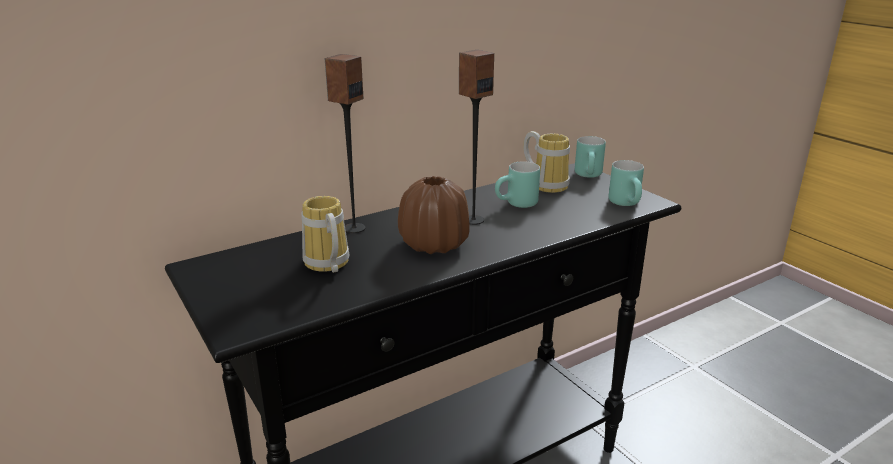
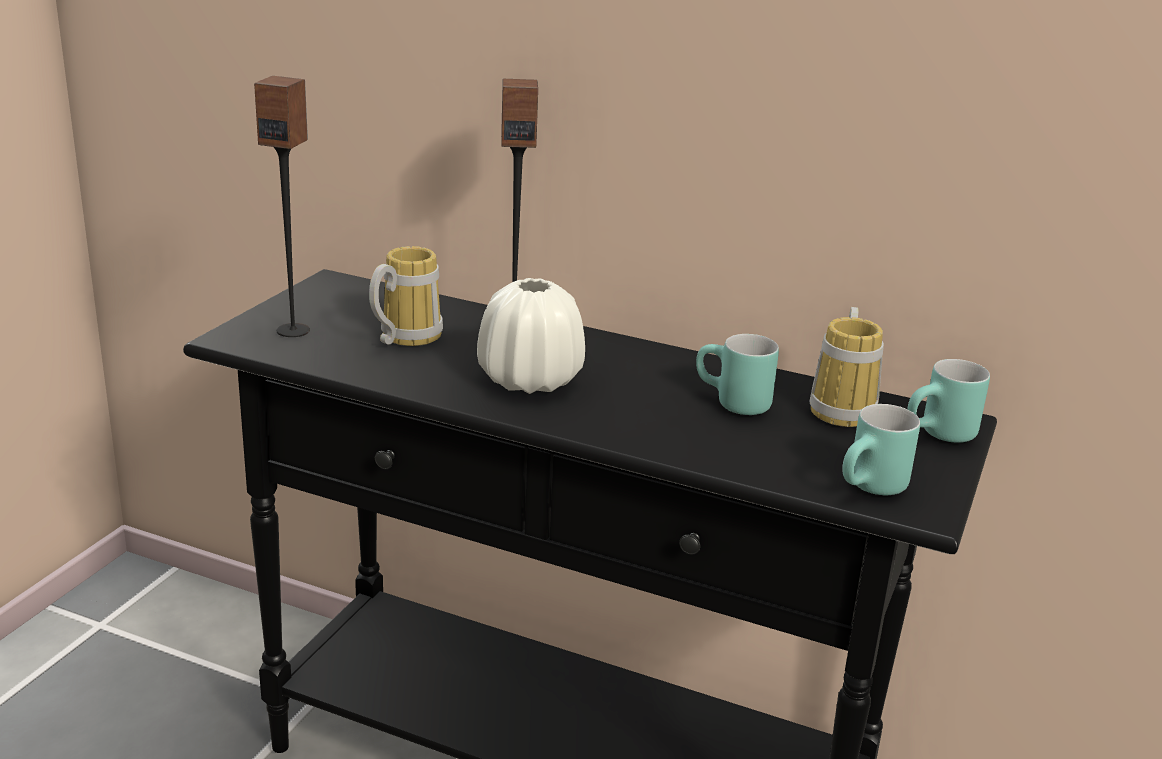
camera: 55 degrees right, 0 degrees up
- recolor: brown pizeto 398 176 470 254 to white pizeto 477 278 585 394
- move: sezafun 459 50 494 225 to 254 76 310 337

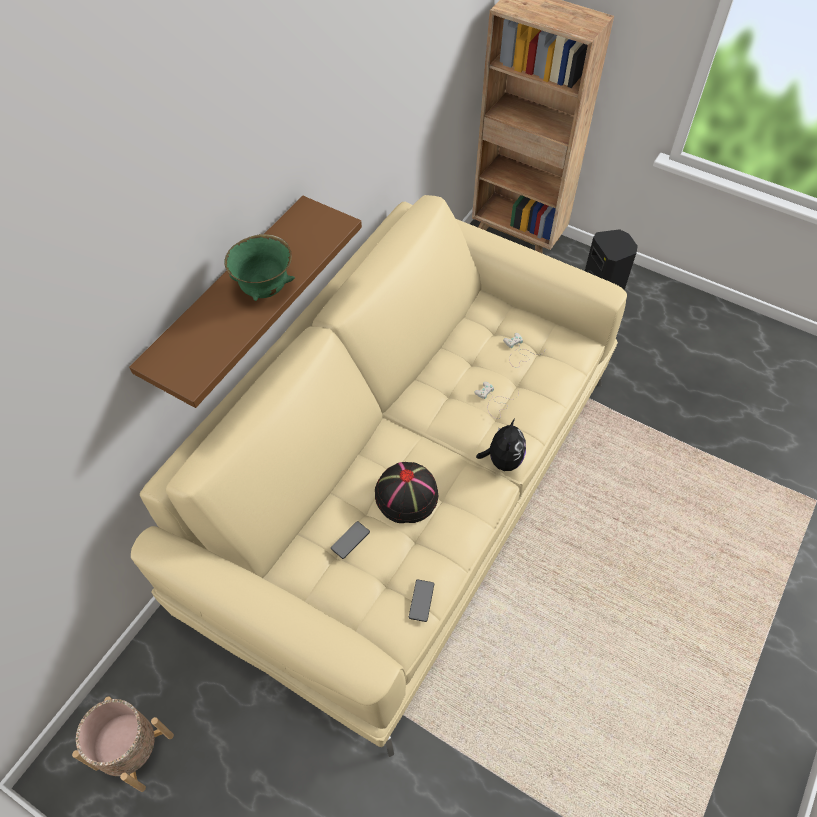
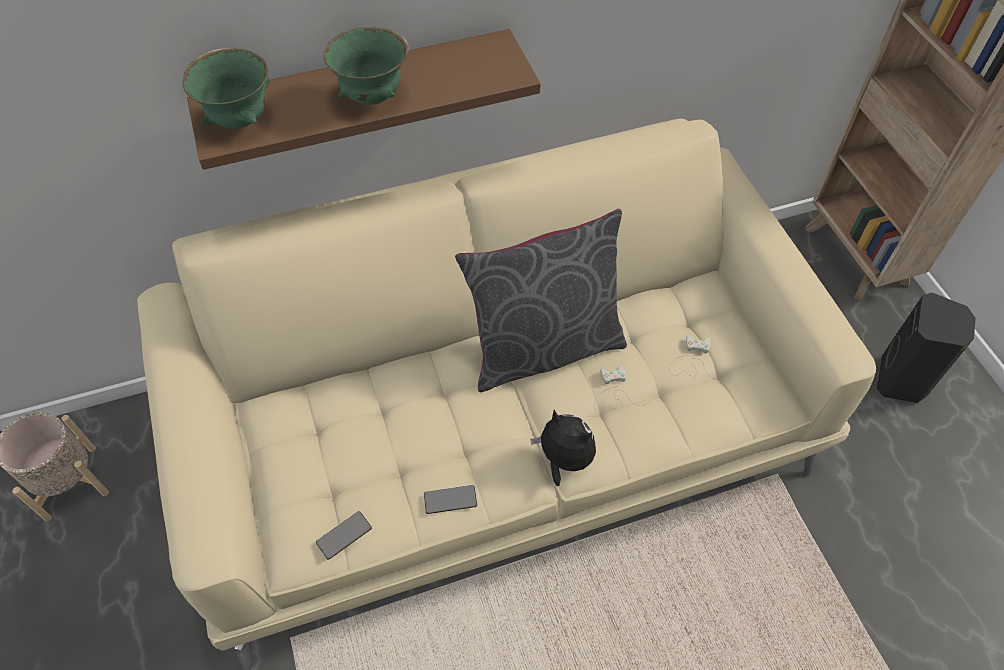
camera: 40 degrees right, 0 degrees up
- move: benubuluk 331 521 370 559 to 424 485 477 514
- delete: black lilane 375 462 438 523
- rotate: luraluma 476 418 526 471 = 530 410 596 486 105 degrees counterclockwise
- insert: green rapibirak 182 48 270 129
- insert: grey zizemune 455 209 627 392

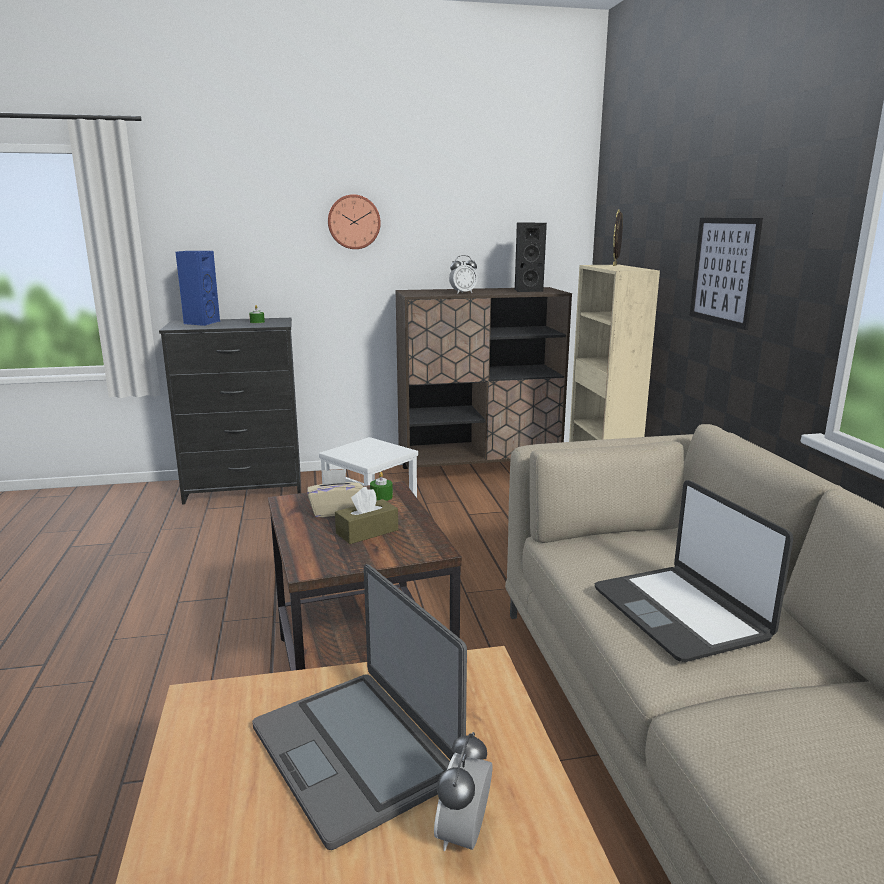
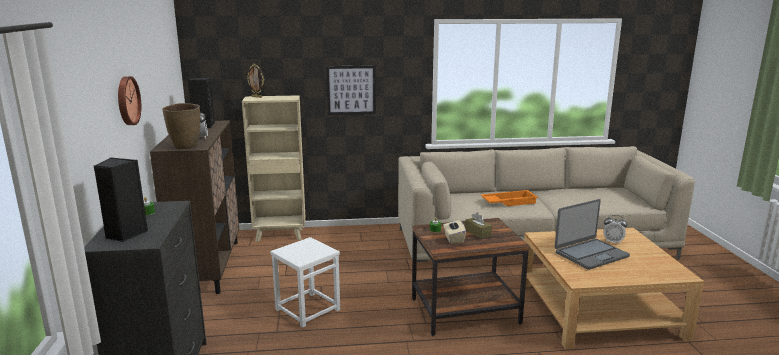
camera: 85 degrees left, 0 degrees up
- recolor: blue sezafun 175 251 220 326 to black sezafun 94 157 148 242
- replace: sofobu 594 480 793 662 to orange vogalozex 481 190 538 206
- insert: brown pizeto 162 103 200 149

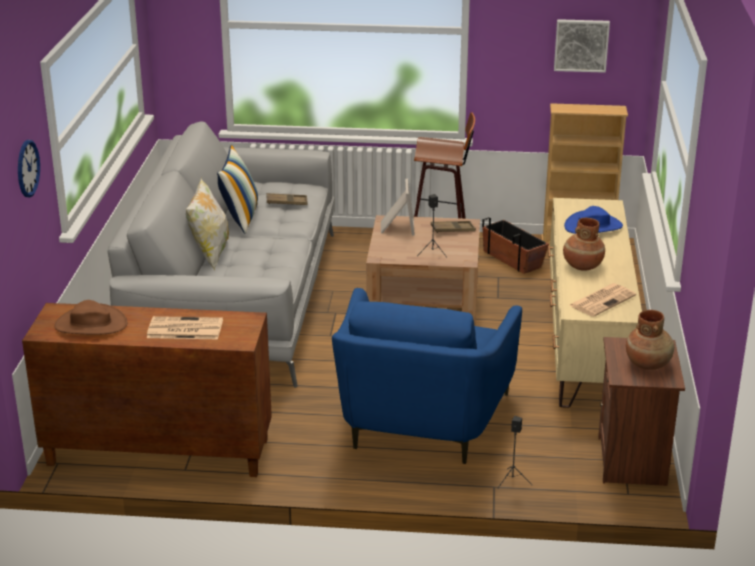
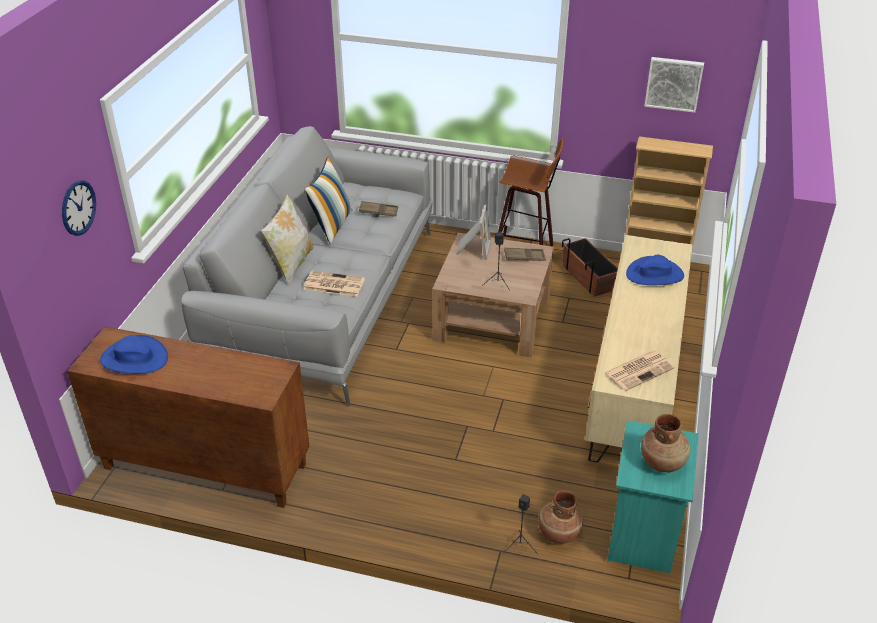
camera: 10 degrees right, 10 degrees up
- recolor: brown lilane 54 300 127 334 to blue lilane 100 335 168 374
- move: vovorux 147 316 223 339 to 303 270 365 297
- delete: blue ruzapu 332 288 522 464
- move: brown pizeto 563 218 605 271 to 538 491 583 544
- recolor: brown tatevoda 598 337 685 486 to turquoise tatevoda 607 420 699 573

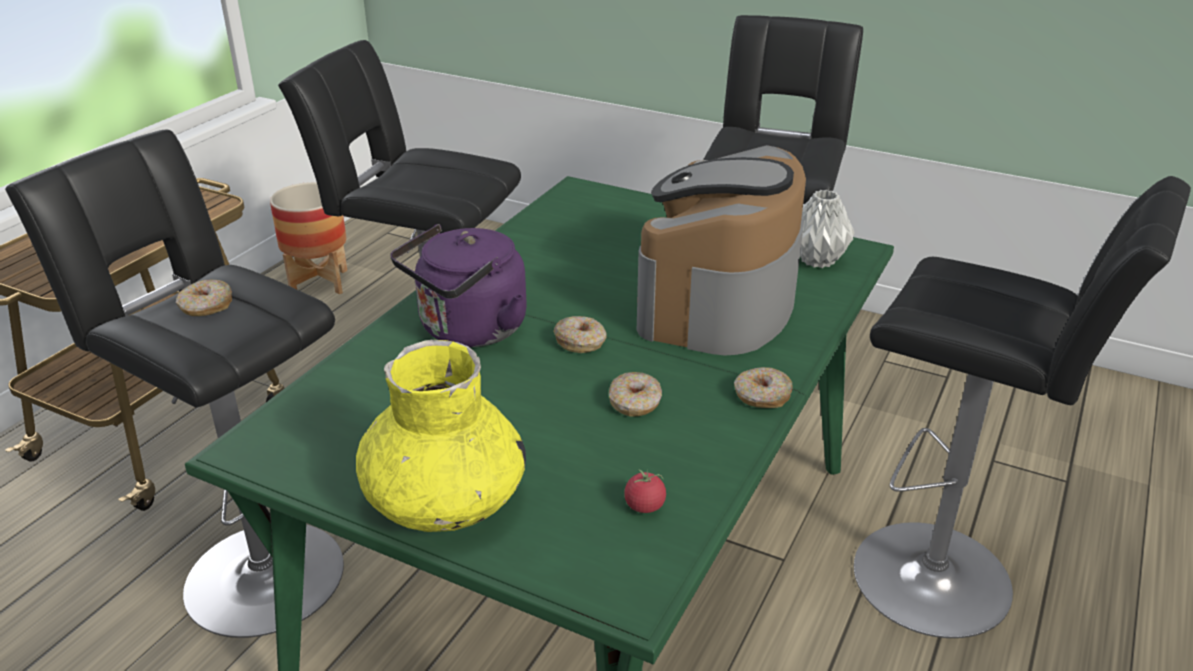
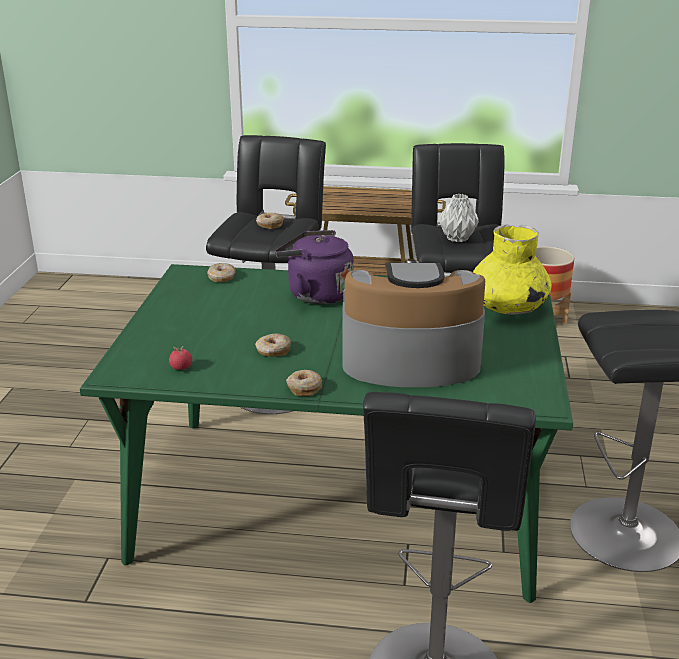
camera: 70 degrees right, 5 degrees down
- move: yellow pizeto 356 340 526 532 to 473 224 552 315
- move: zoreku 553 316 606 353 to 207 263 236 283
- move: grey pizeto 800 190 855 268 to 439 194 479 242

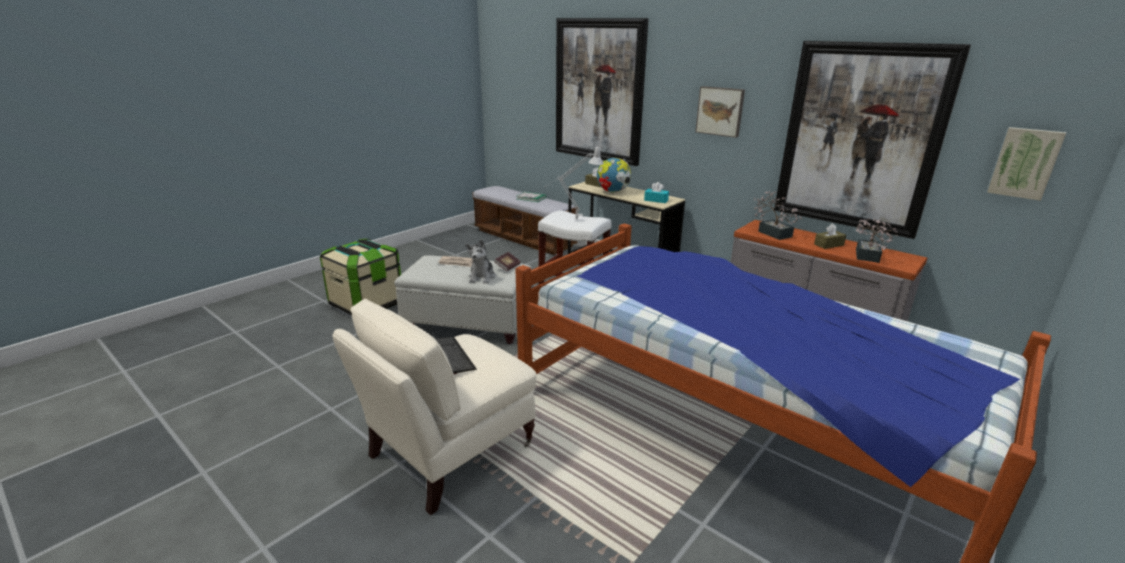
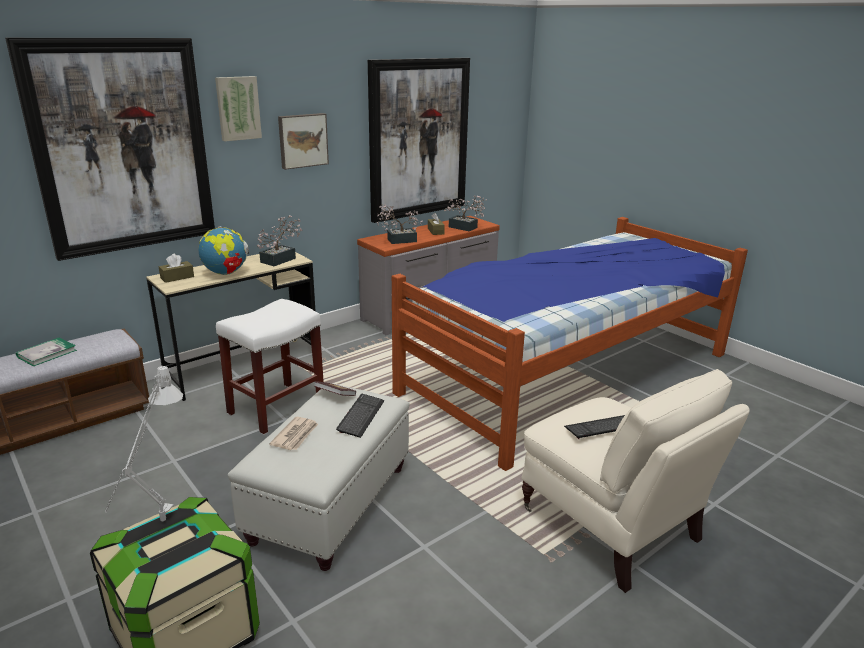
camera: 80 degrees left, 0 degrees up
- replace: luraluma 466 239 495 283 to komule 336 394 384 438
- move: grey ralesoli 545 147 604 219 to 106 366 183 521
- replace: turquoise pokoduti 644 182 669 203 to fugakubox 257 215 302 266
- move: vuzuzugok 987 127 1066 201 to 215 76 262 141

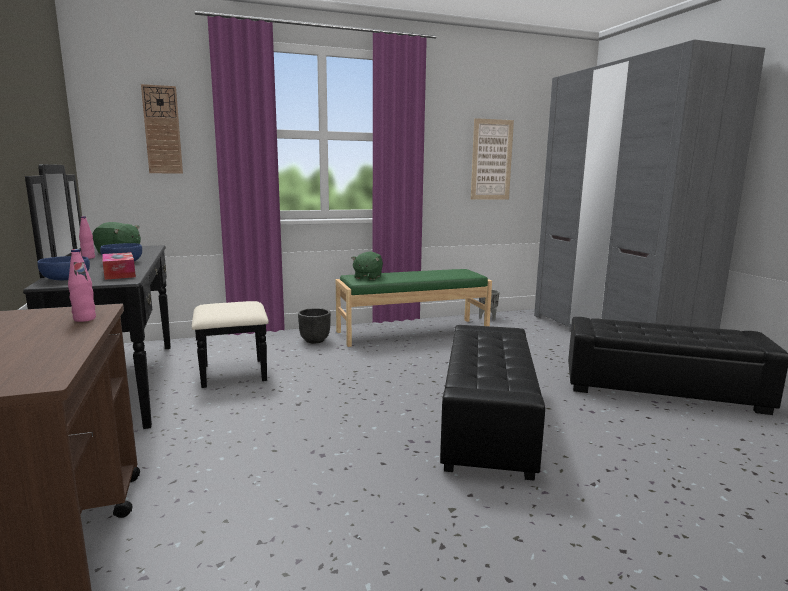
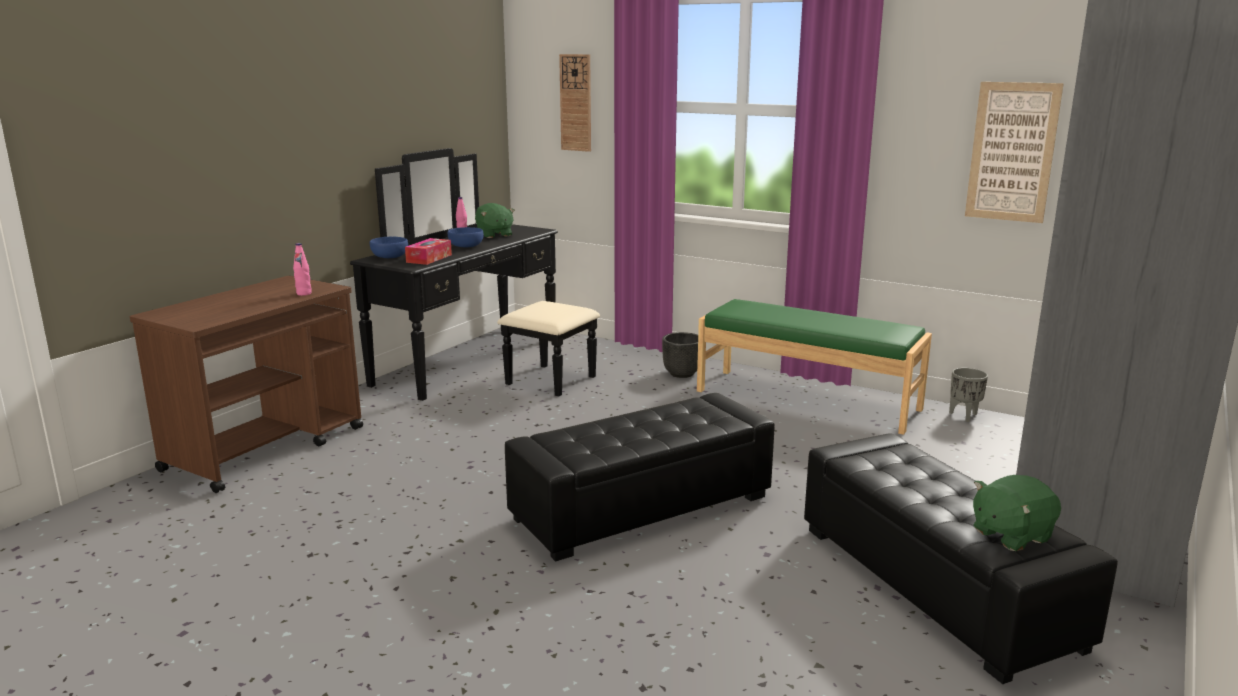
camera: 50 degrees right, 5 degrees up
- move: green luraluma 351 252 383 280 to 973 475 1061 551

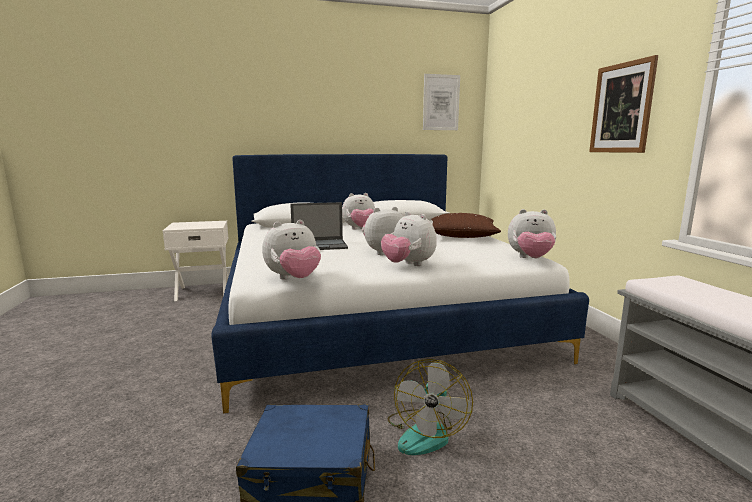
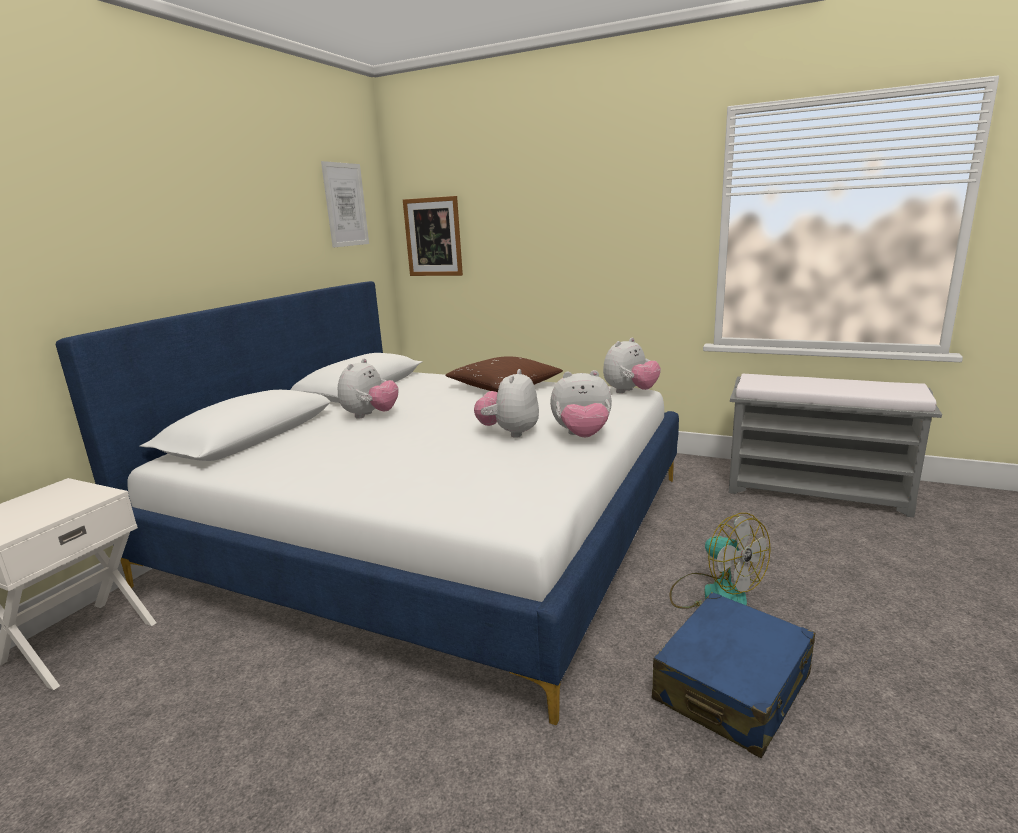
camera: 50 degrees left, 5 degrees up
- delete: luraluma 262 220 321 280
- delete: sofobu 290 202 348 250
- move: vuzuzugok 589 55 658 153 to 403 196 463 276

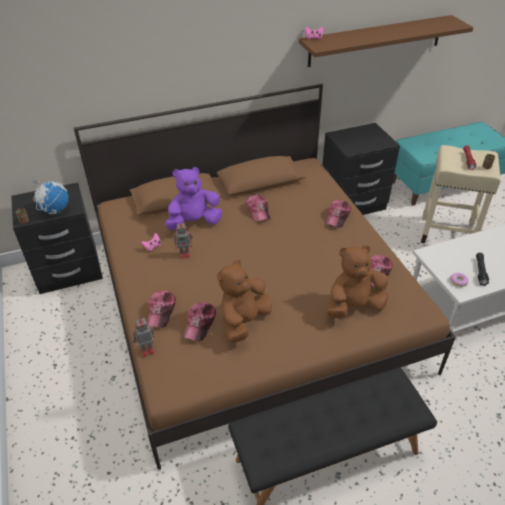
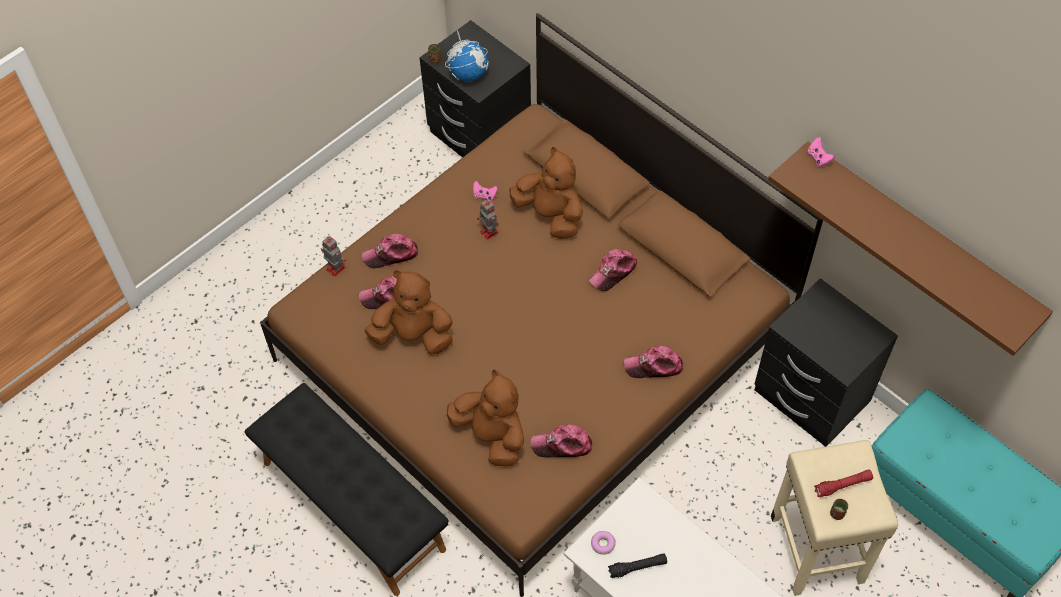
camera: 65 degrees right, 15 degrees up
- recolor: purple luraluma 165 167 222 230 to brown luraluma 509 147 583 239

